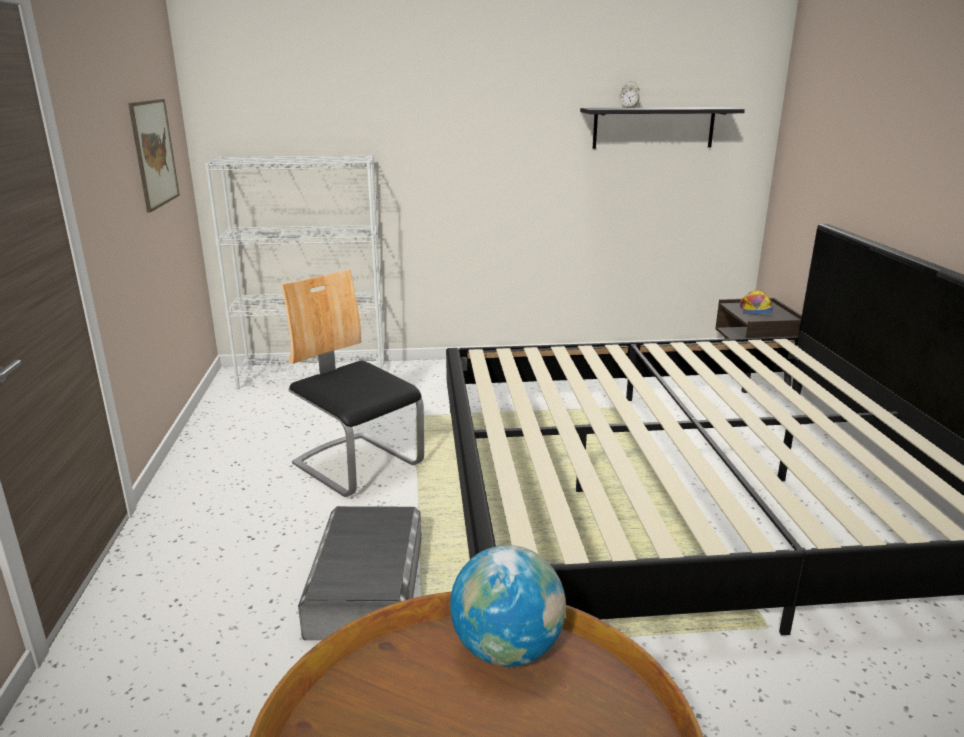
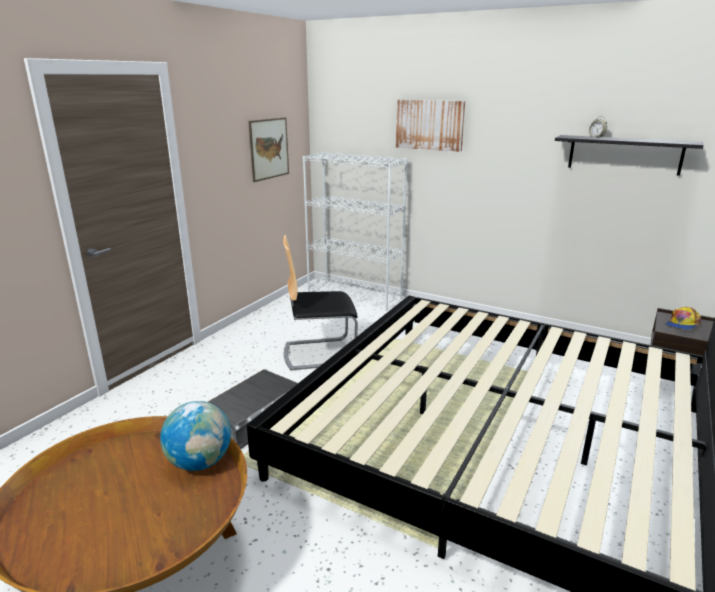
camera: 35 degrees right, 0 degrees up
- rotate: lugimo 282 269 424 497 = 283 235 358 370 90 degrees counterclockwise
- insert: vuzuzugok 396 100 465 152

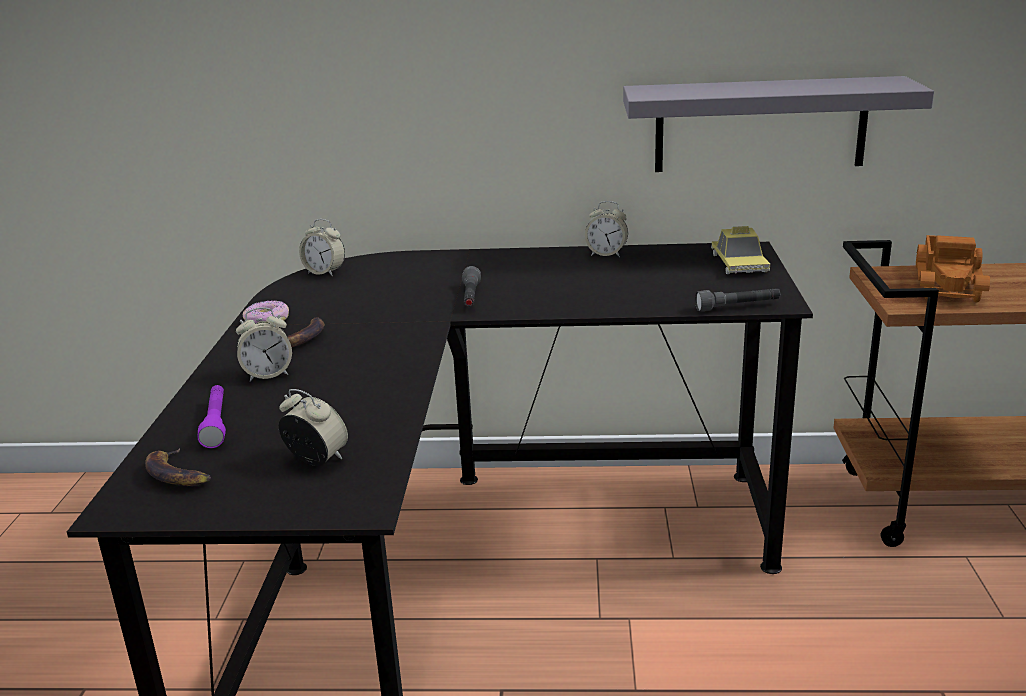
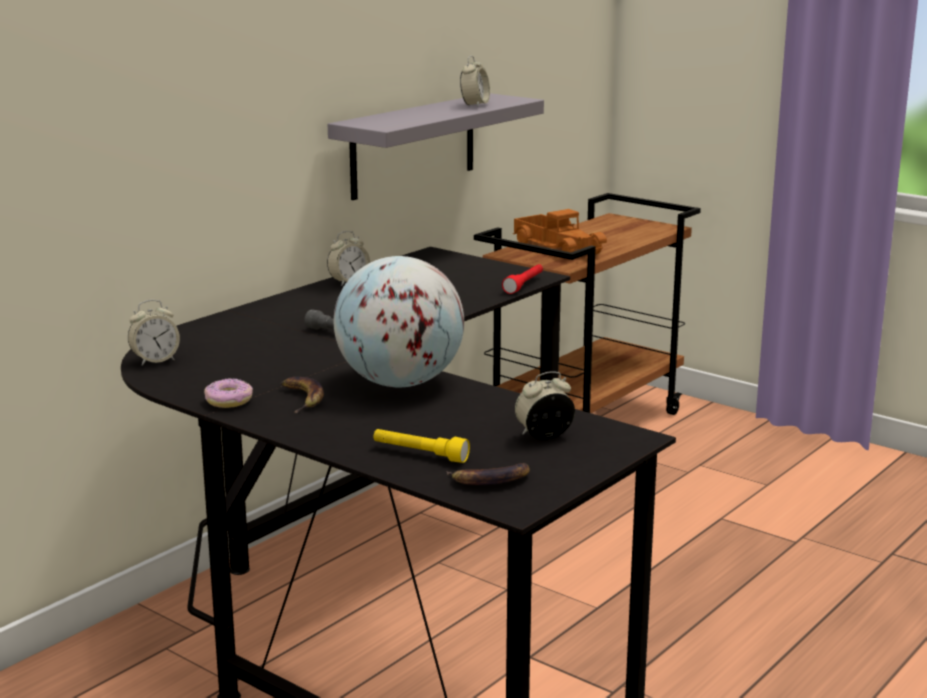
camera: 55 degrees left, 5 degrees down
- recolor: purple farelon 197 385 226 448 to yellow farelon 374 429 470 463
- move: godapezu 236 307 292 381 to 460 56 490 107
- recolor: grey farelon 695 288 780 311 to red farelon 502 264 543 294
- delete: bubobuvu 711 226 770 274
- insert: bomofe 334 256 464 387

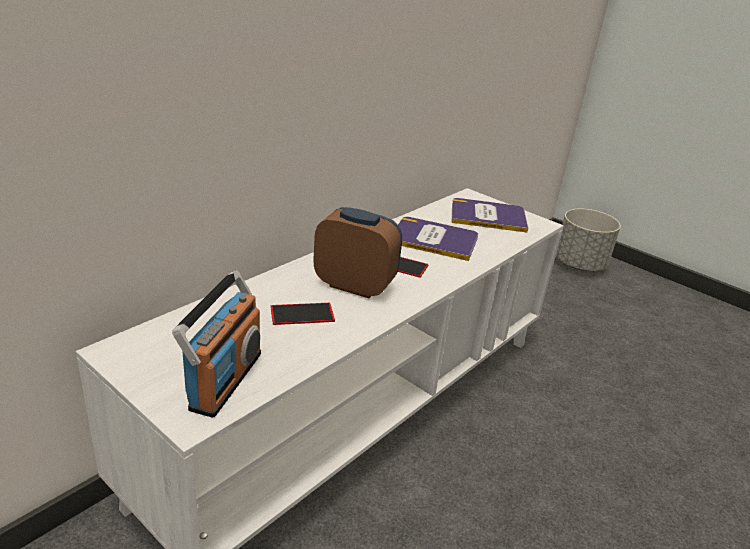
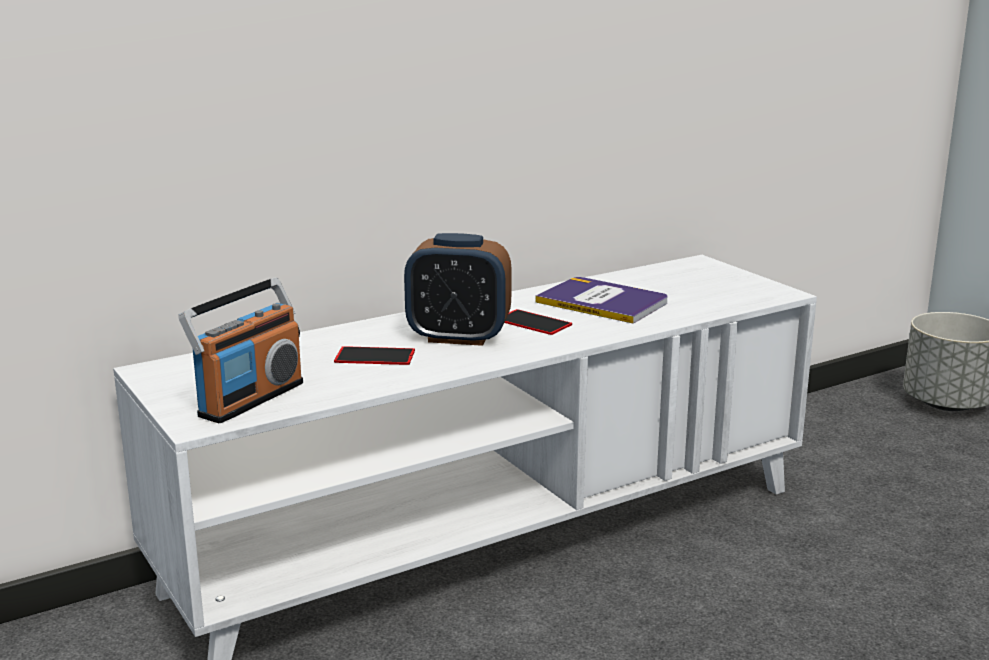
camera: 20 degrees right, 10 degrees down
- rotate: godapezu 313 207 402 298 = 404 233 512 346 150 degrees clockwise
- delete: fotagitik 452 198 528 232

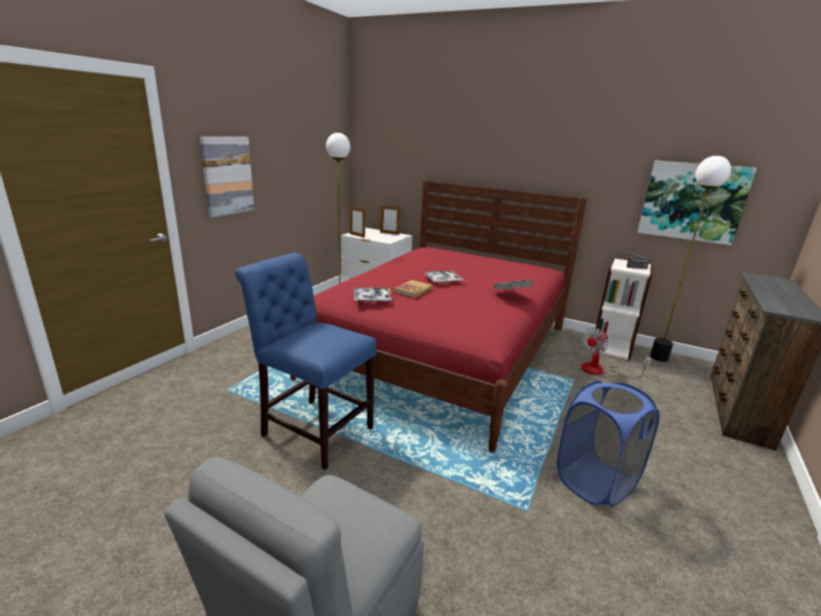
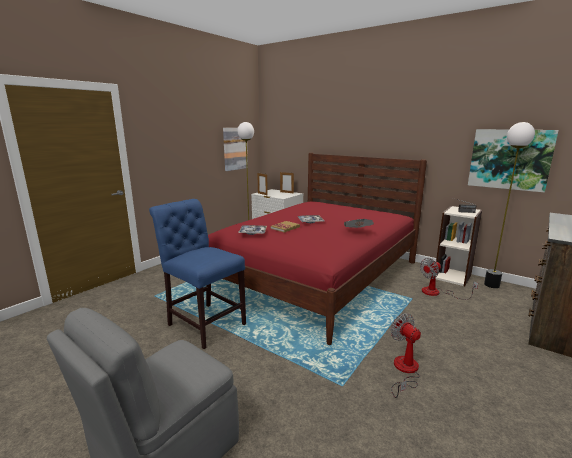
camera: 10 degrees right, 5 degrees down
- move: vuzuzugok 200 137 254 217 to 223 128 248 171
- replace: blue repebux 557 380 660 508 to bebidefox 390 313 421 398

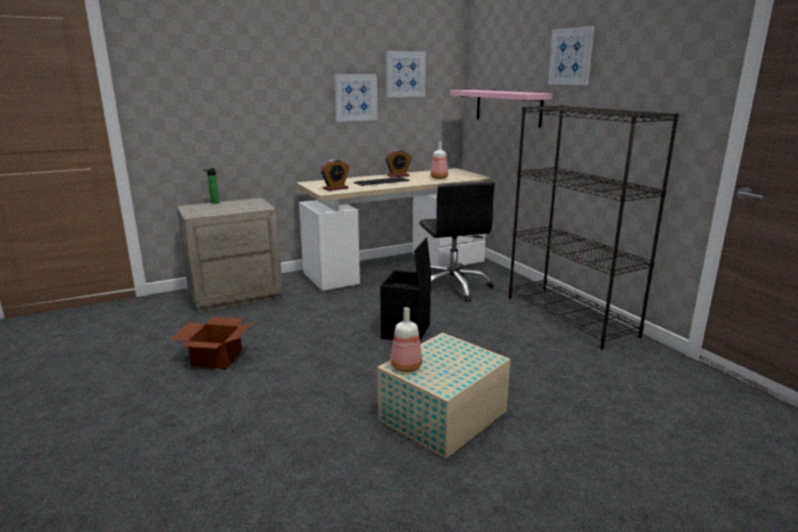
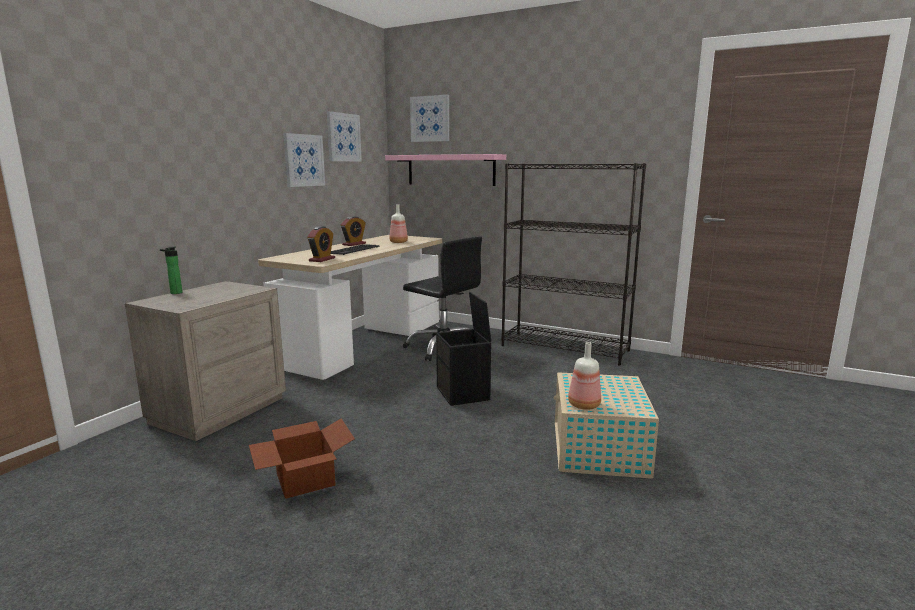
camera: 35 degrees left, 5 degrees down
- move: vuzuzugok 548 26 595 85 to 410 94 449 142

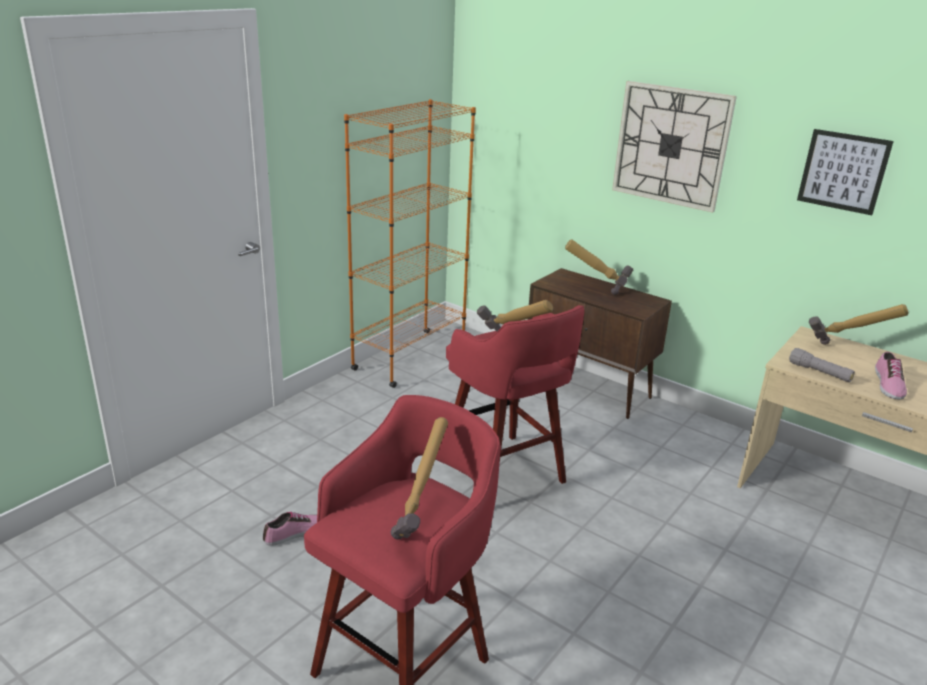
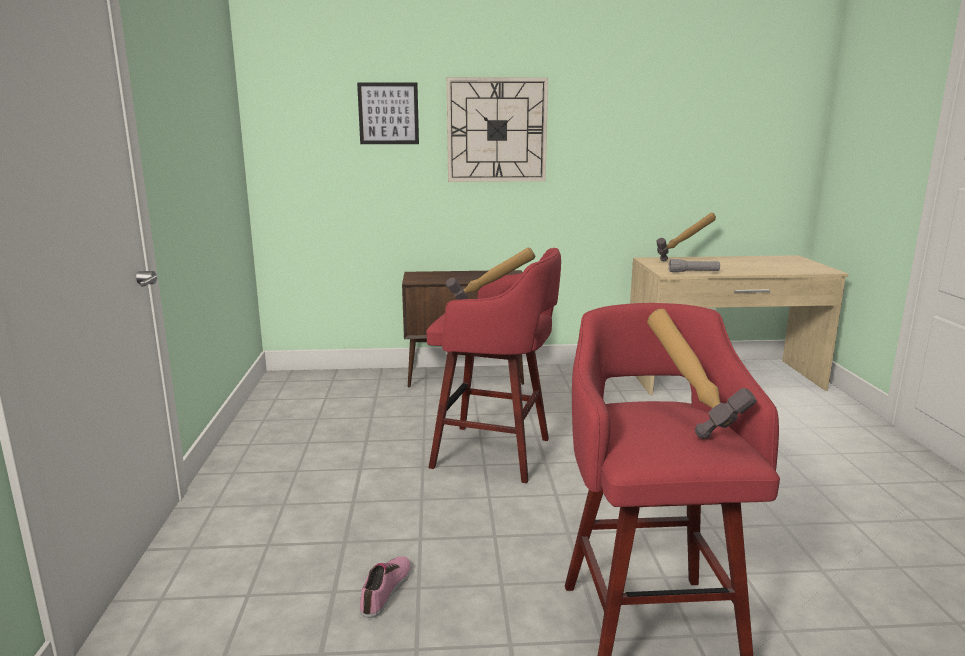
camera: 40 degrees left, 10 degrees down
- delete: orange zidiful 344 99 476 388
- delete: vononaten 565 240 633 295
- move: vuzuzugok 797 129 894 215 to 357 82 419 144
- delete: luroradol 875 351 907 400

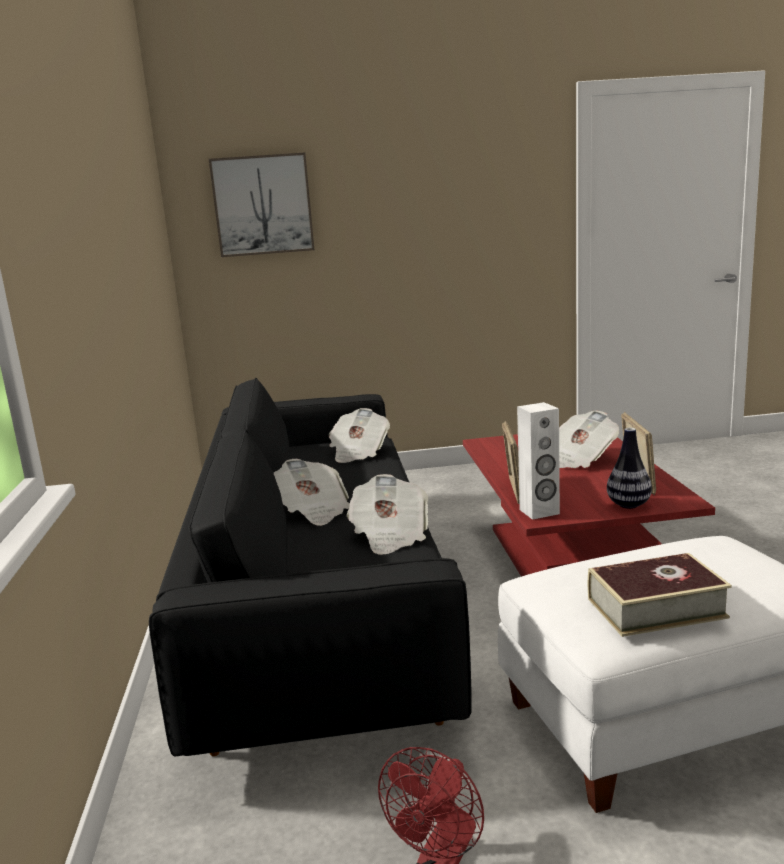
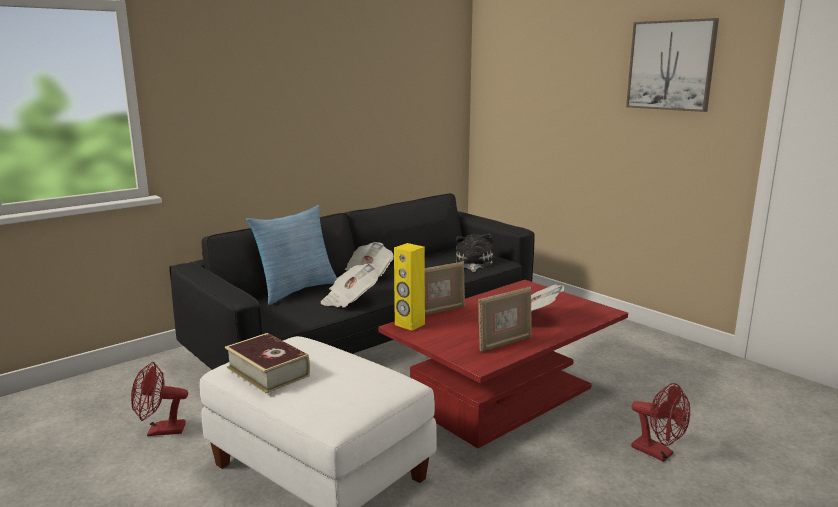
camera: 55 degrees right, 0 degrees up
- move: vuzuzugok 209 152 314 257 to 626 18 719 112
- replace: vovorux 328 408 390 463 to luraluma 456 234 493 272
- recolor: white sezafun 517 402 560 520 to yellow sezafun 394 243 425 331
- delete: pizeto 607 428 652 509
- insert: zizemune 246 205 337 305
- insert: red bebidefox 631 383 690 462

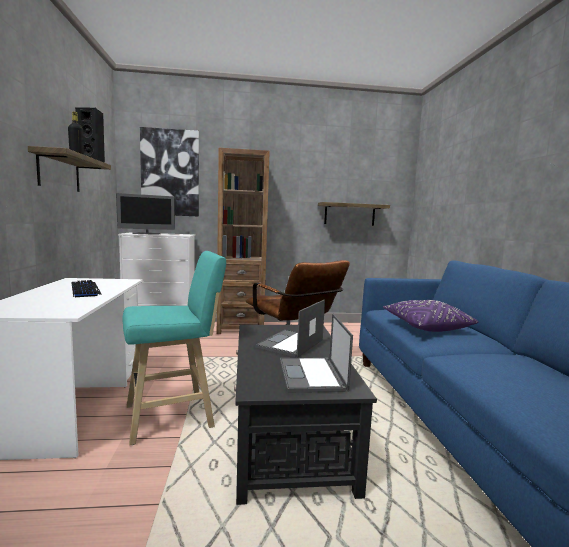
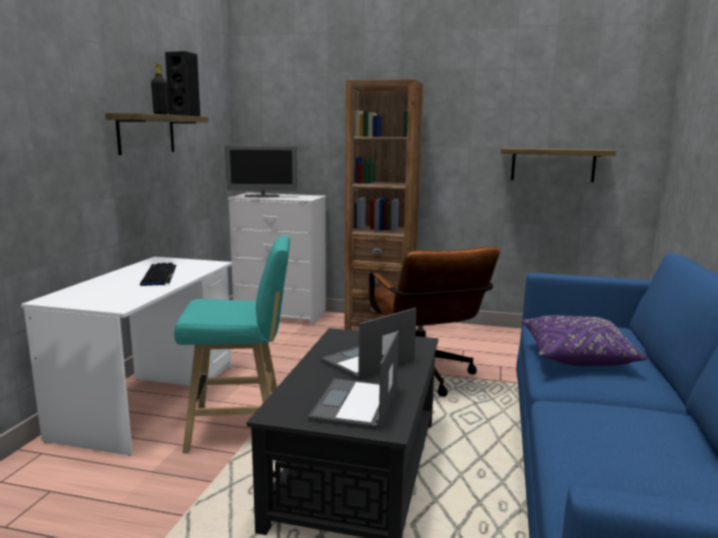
camera: 20 degrees right, 5 degrees up
- delete: vuzuzugok 140 127 199 217

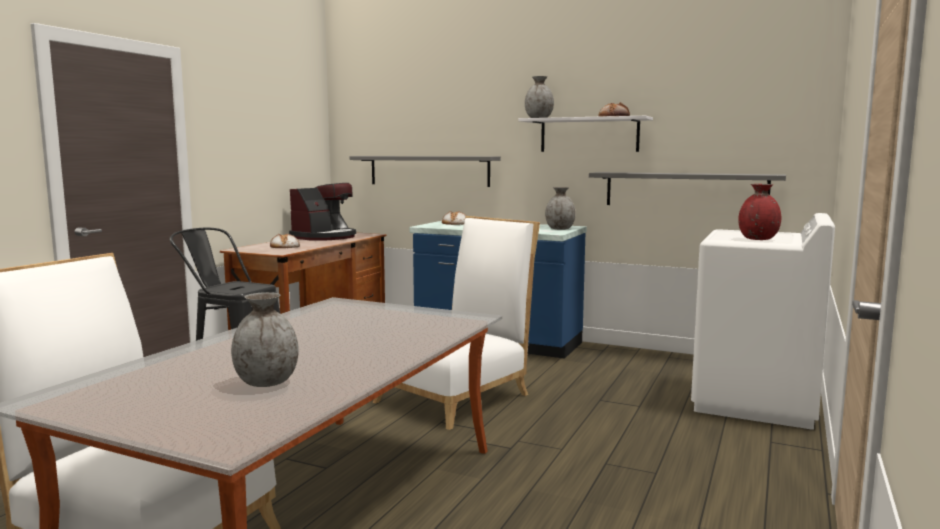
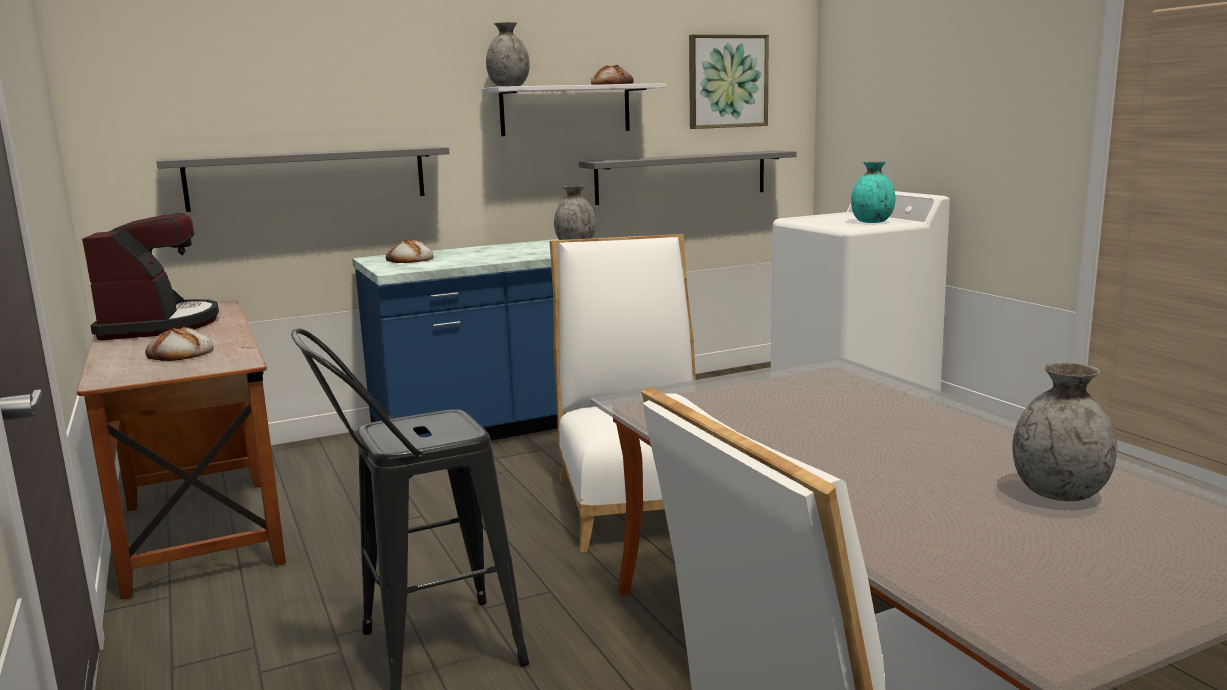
camera: 50 degrees left, 5 degrees up
- recolor: red pizeto 738 184 781 240 to turquoise pizeto 851 161 895 223
- insert: vuzuzugok 689 34 769 129

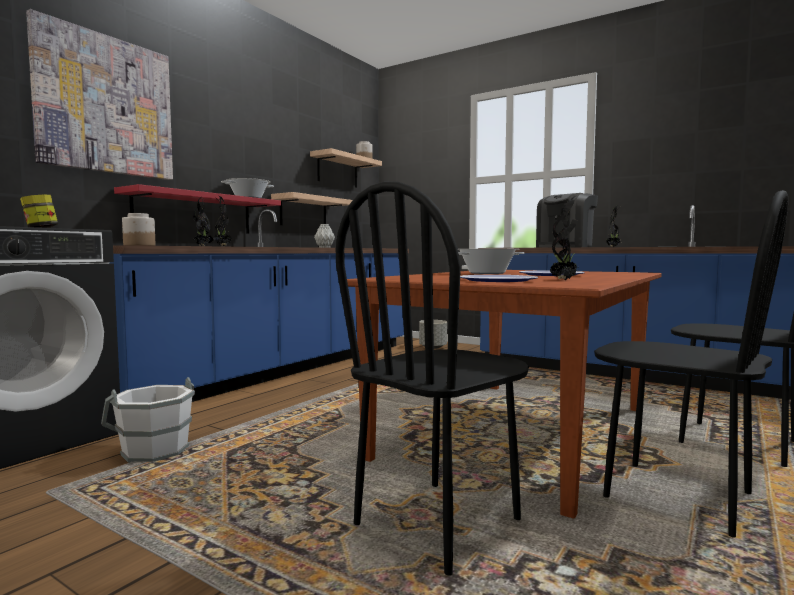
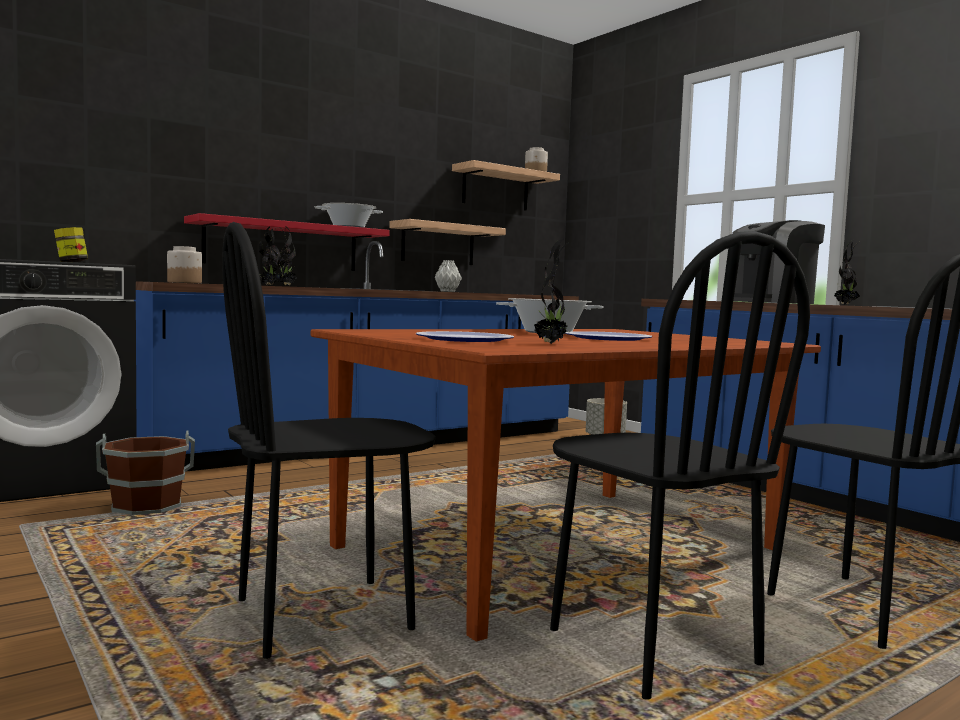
camera: 20 degrees right, 0 degrees up
- delete: vuzuzugok 26 9 173 180
- recolor: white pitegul 101 377 195 463 to brown pitegul 96 431 195 515

